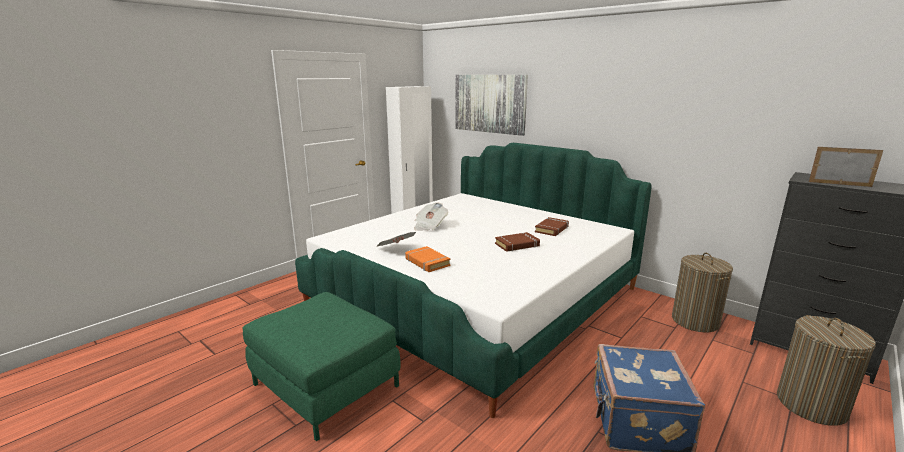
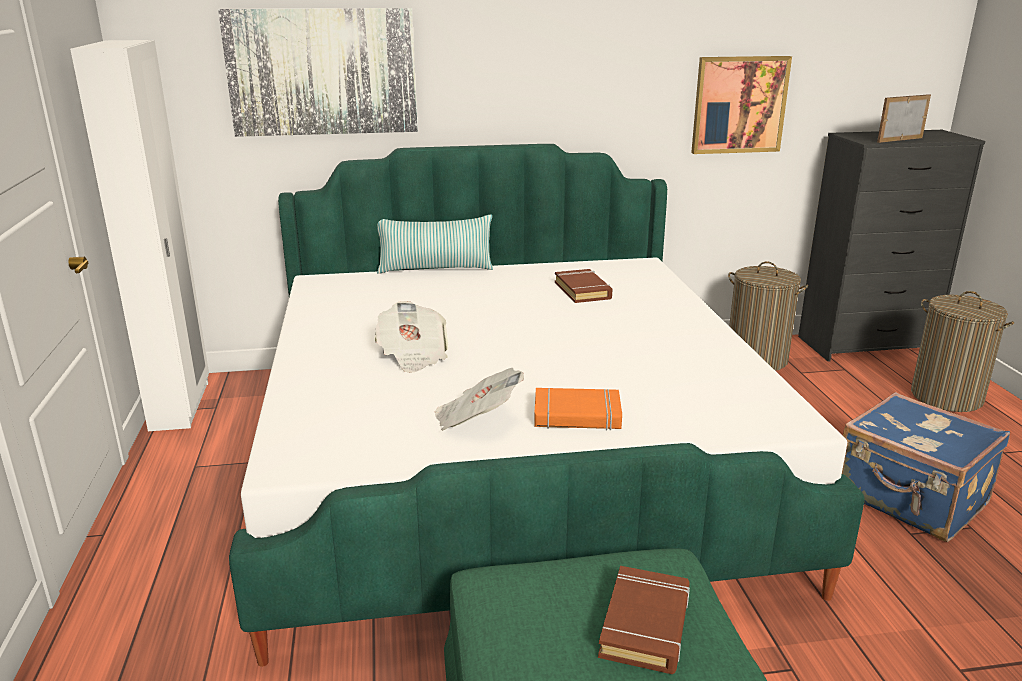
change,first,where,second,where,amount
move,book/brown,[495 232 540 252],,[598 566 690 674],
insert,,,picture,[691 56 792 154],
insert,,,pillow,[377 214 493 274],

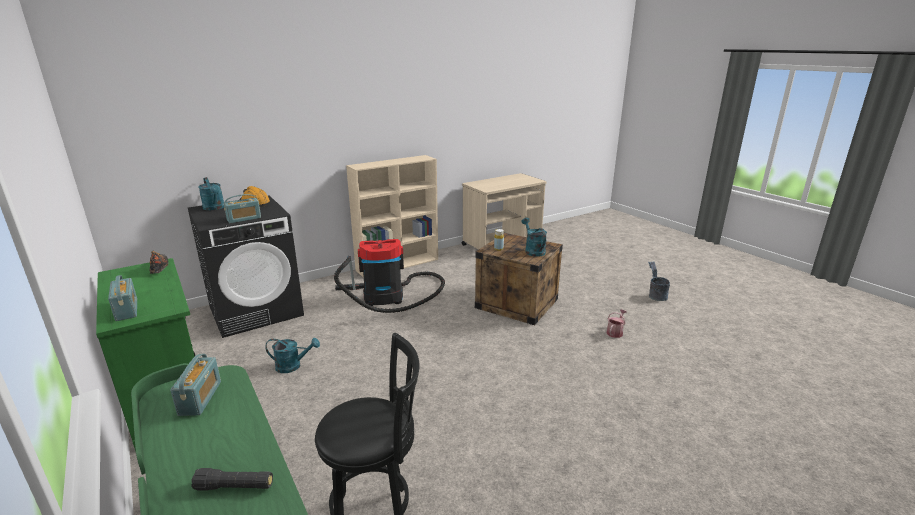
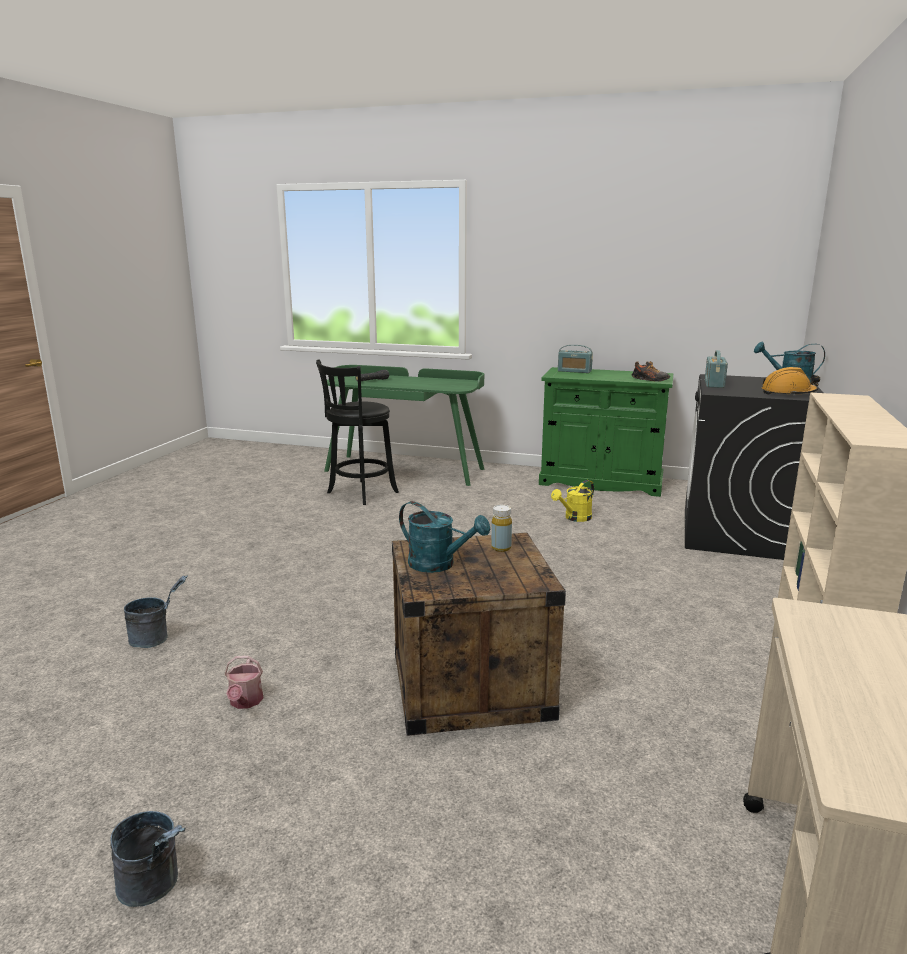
change,first,where,second,where,amount
delete,vacuum cleaner,[334 239 445 313],,,
recolor,watering can/turquoise,[265 338 320 373],watering can/yellow,[551 480 594 522],
delete,radio,[170 354 221 416],,,
insert,,,bucket/grey,[124 576 188 648],

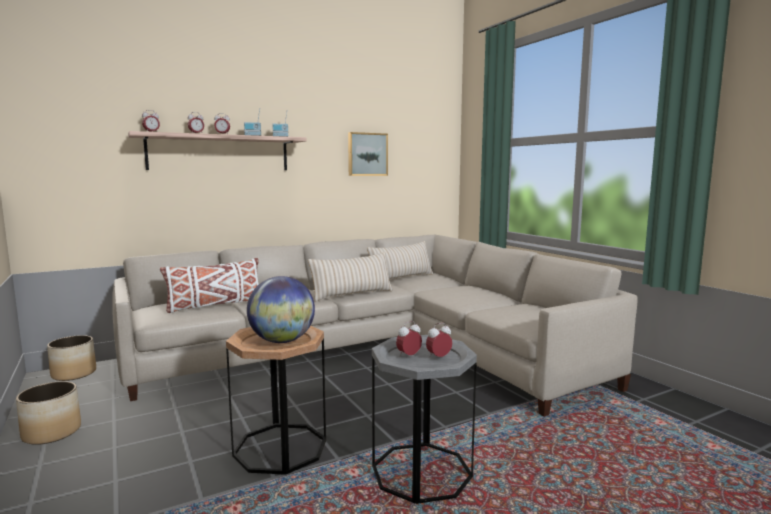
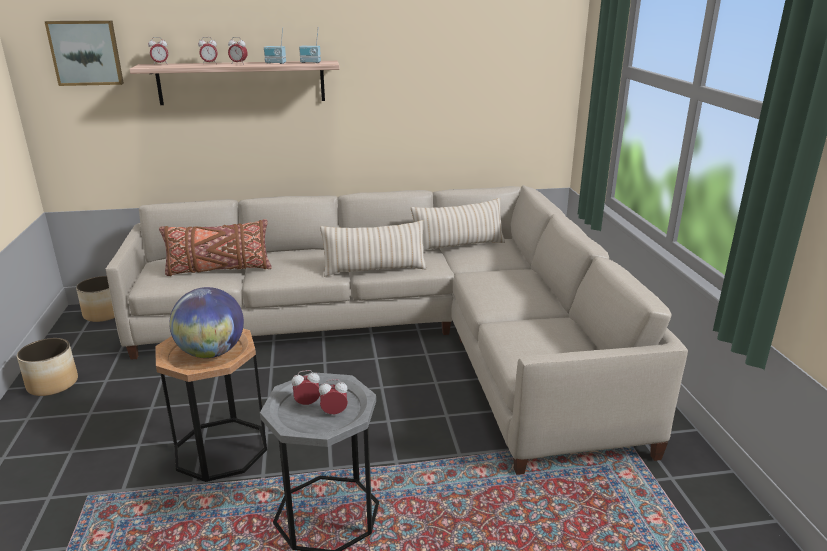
change,first,where,second,where,amount
move,picture,[348 132 388 176],,[44 20 124 86],
recolor,pillow/white,[160 258 259 313],pillow/brown,[159 219 272 276],

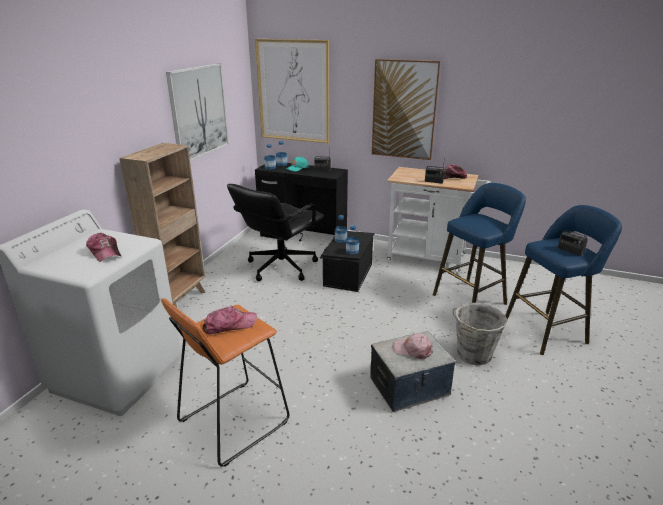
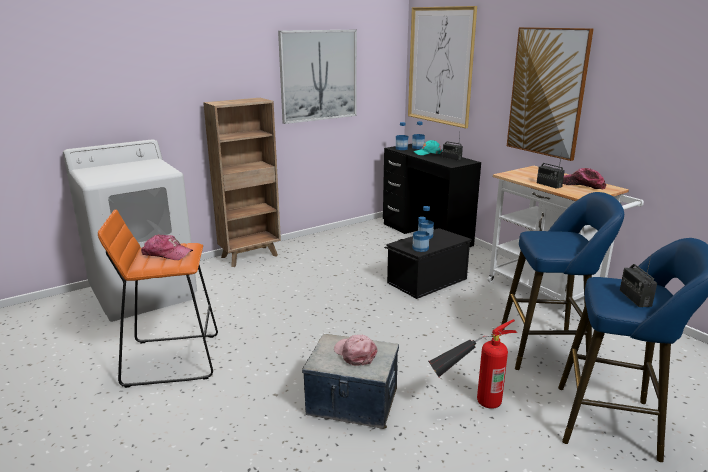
change,first,where,second,where,amount
delete,office chair/black,[227 184 324 281],,,
delete,cap,[86 233 121 262],,,
replace,bucket/grey,[453 303 507 365],fire extinguisher,[428 319 517 409],

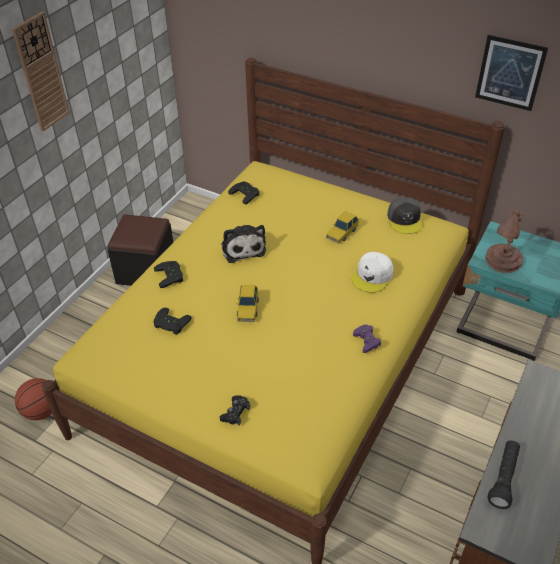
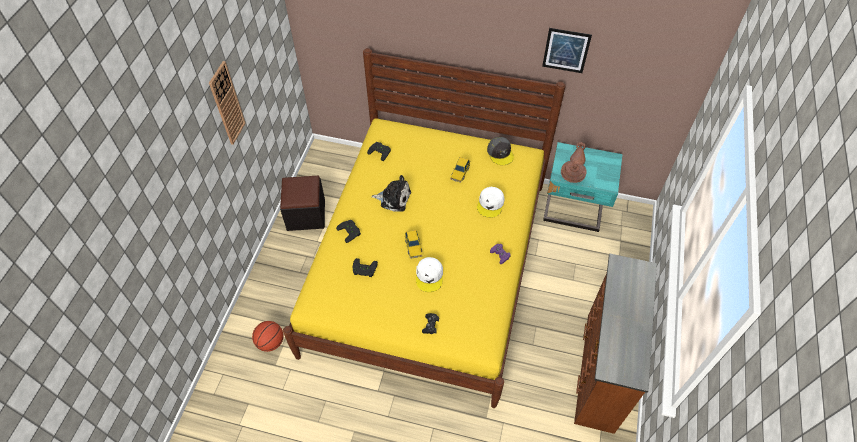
change,first,where,second,where,amount
rotate,plush toy,[221 225 266 263],,[371 175 411 212],45 degrees counterclockwise
delete,flashlight/black,[488 441 520 509],,,
insert,,,cap/white,[416 257 443 292],

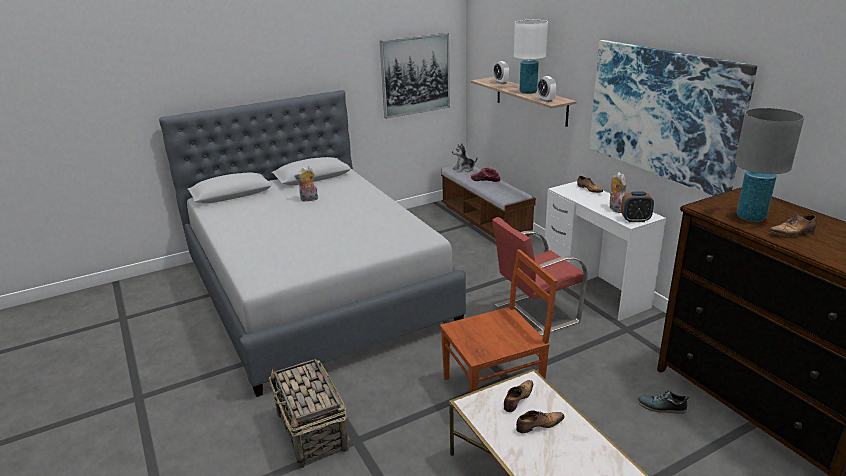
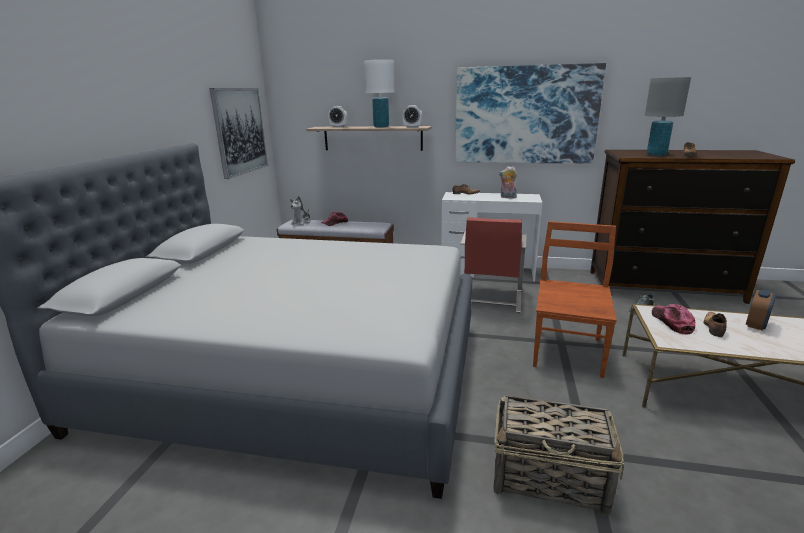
change,first,where,second,where,amount
delete,plush toy,[294 166 318 202],,,
move,alarm clock,[621 191 654 222],,[746 289 777 331],
replace,shoe,[504 380 533 412],cap,[652 304 695 335],

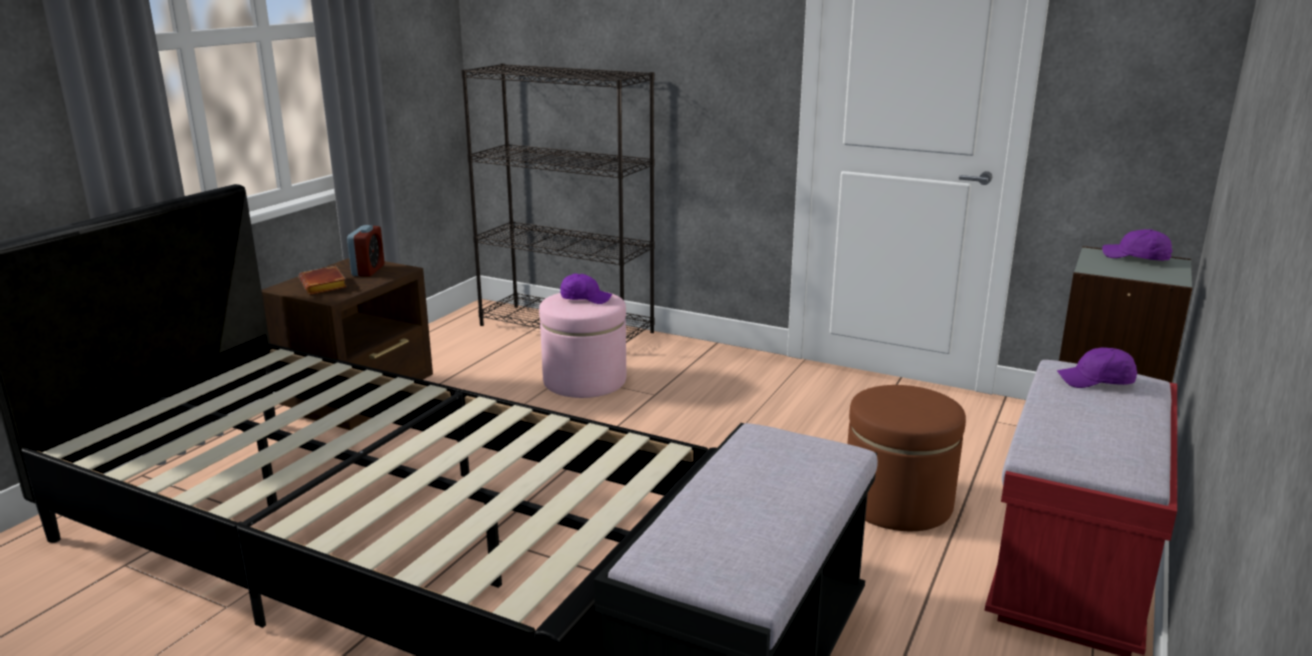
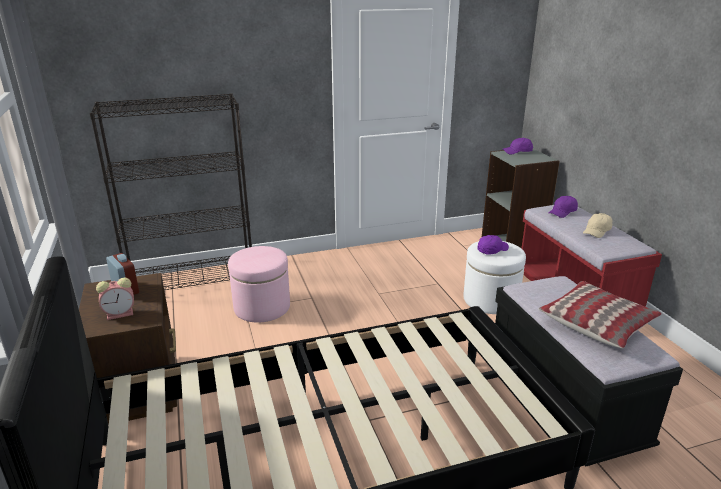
change,first,where,second,where,amount
replace,book/brown,[299 266 347 295],alarm clock,[96 278 134 320],
move,cap/purple,[560 274 612 304],,[478 235 509 255],
recolor,ottoman/brown,[847 385 966 531],ottoman/white,[463 241 526 314],
insert,,,cap/beige,[583 213 612 238],
insert,,,pillow,[539 281 662 349],

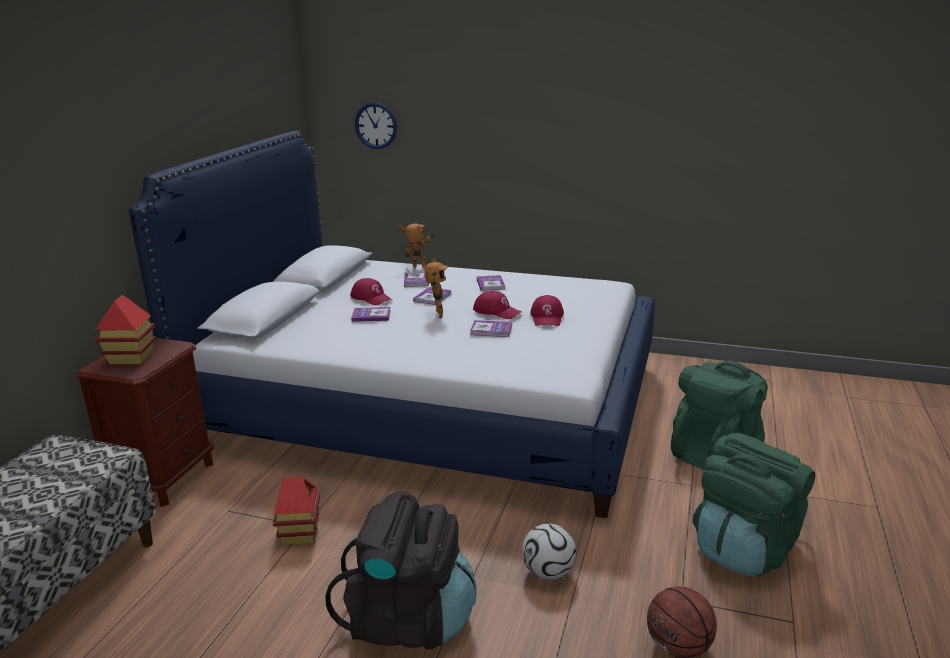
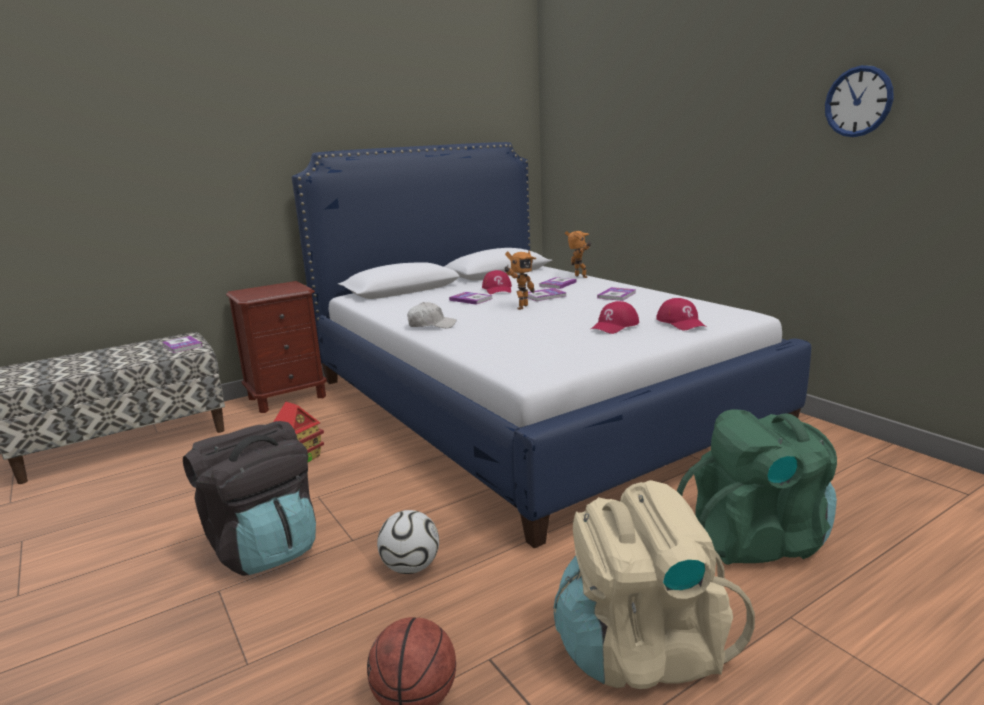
change,first,where,second,where,amount
move,wall clock,[355 102 397 149],,[825 65 893 137],
move,cap/red,[473 291 521 319],,[657 298 705 330],
delete,toy house,[95 295 156 364],,,
move,book,[470 320 512 337],,[162 336 203 353],
recolor,backpack/green,[693 433 815 577],backpack/beige,[554 480 755 689],
insert,,,cap/white,[407 302 456 328],

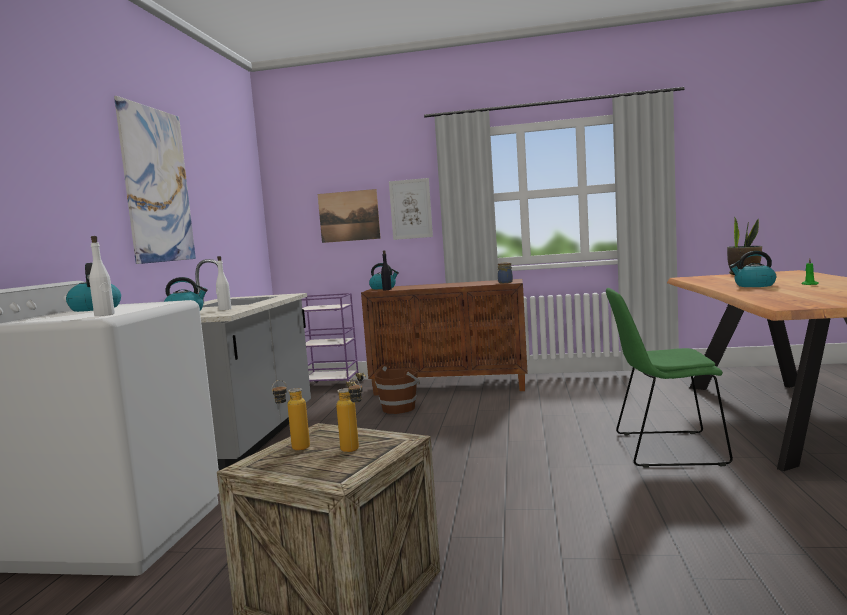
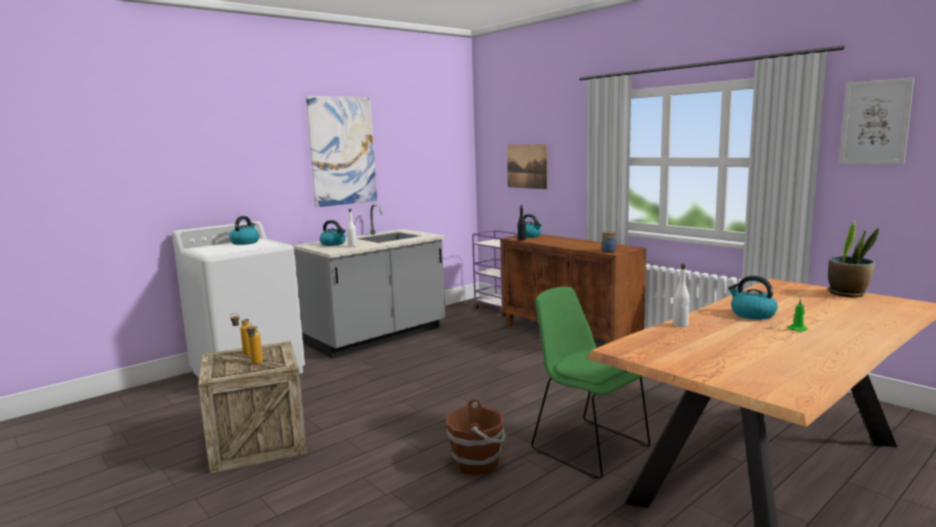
change,first,where,second,where,amount
move,picture,[389 178 433 240],,[839 78 914 164],
move,bottle/white,[89 236 115 316],,[673 264 690 327],
move,bucket/brown,[374 365 420 414],,[447 399 506 475],

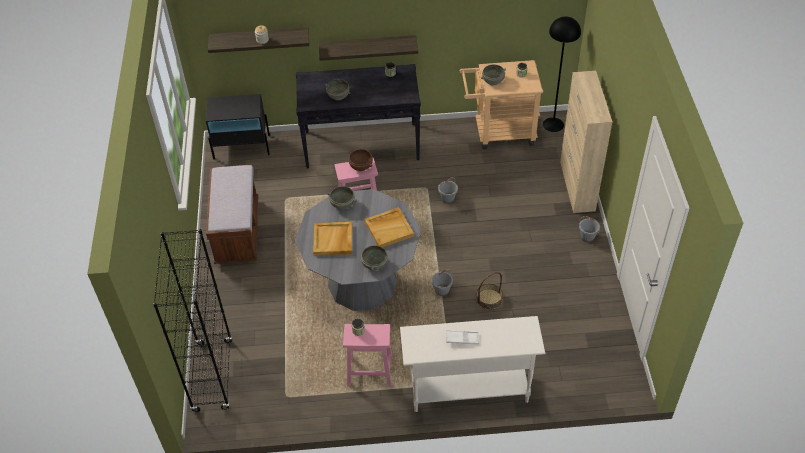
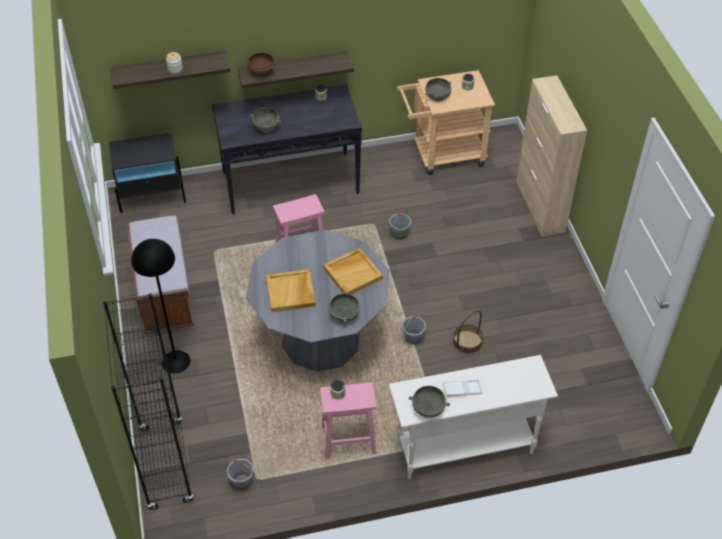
change,first,where,second,where,amount
move,floor lamp/black,[543 16 581 132],,[131 239 190 374],
move,bowl/brown,[349 149 373 171],,[247 53 275 77],
move,bowl/grey,[328 186 357 210],,[409 386 450 418],
move,bucket/grey,[579 216 600 242],,[227 459 254 489],

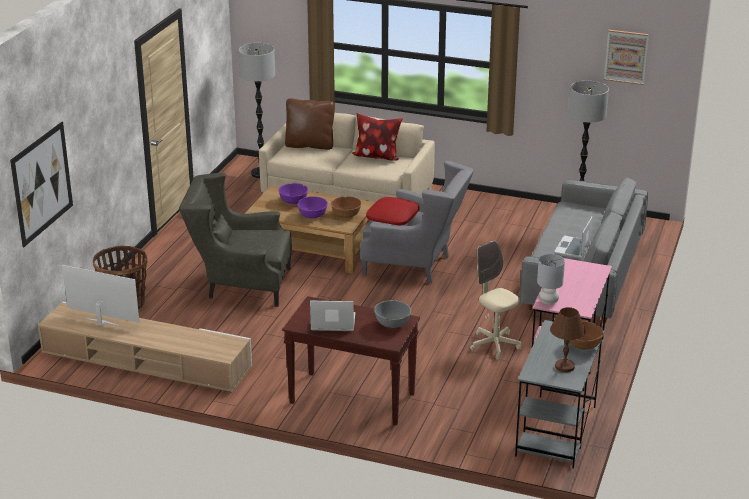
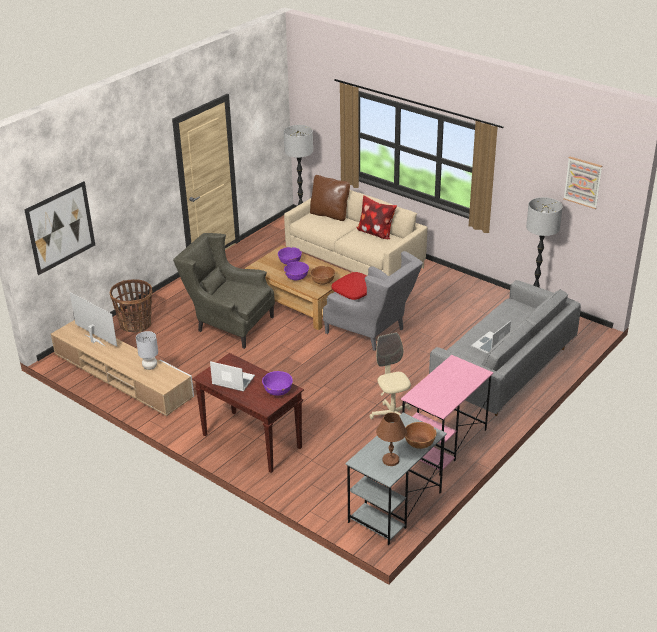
change,first,where,second,where,amount
move,table lamp/grey,[537 254 565 305],,[136 331 158 370],
recolor,bowl/grey,[374 300 411 328],bowl/purple,[262 371 293 396],

